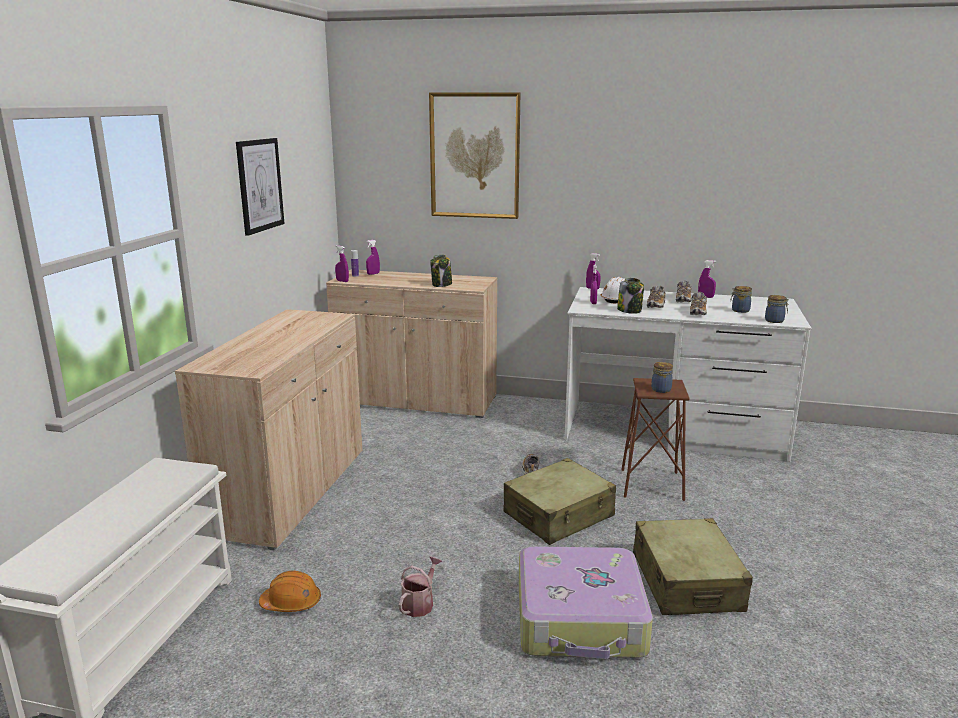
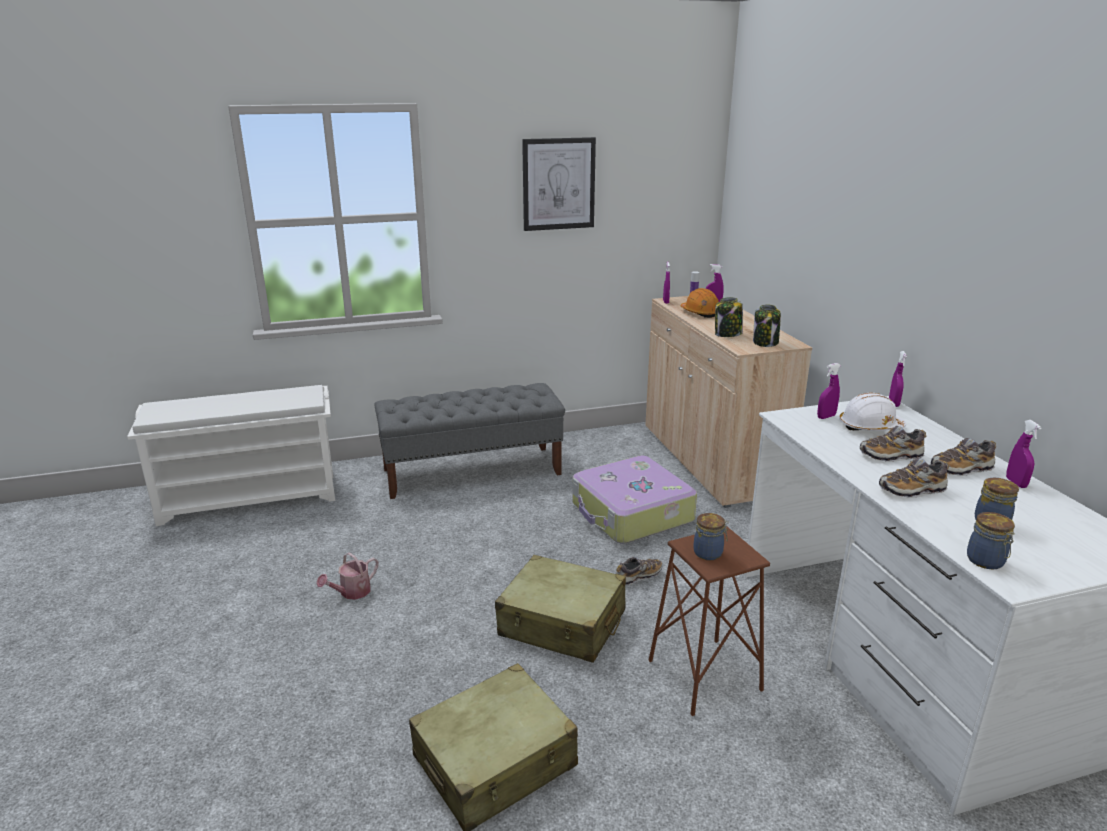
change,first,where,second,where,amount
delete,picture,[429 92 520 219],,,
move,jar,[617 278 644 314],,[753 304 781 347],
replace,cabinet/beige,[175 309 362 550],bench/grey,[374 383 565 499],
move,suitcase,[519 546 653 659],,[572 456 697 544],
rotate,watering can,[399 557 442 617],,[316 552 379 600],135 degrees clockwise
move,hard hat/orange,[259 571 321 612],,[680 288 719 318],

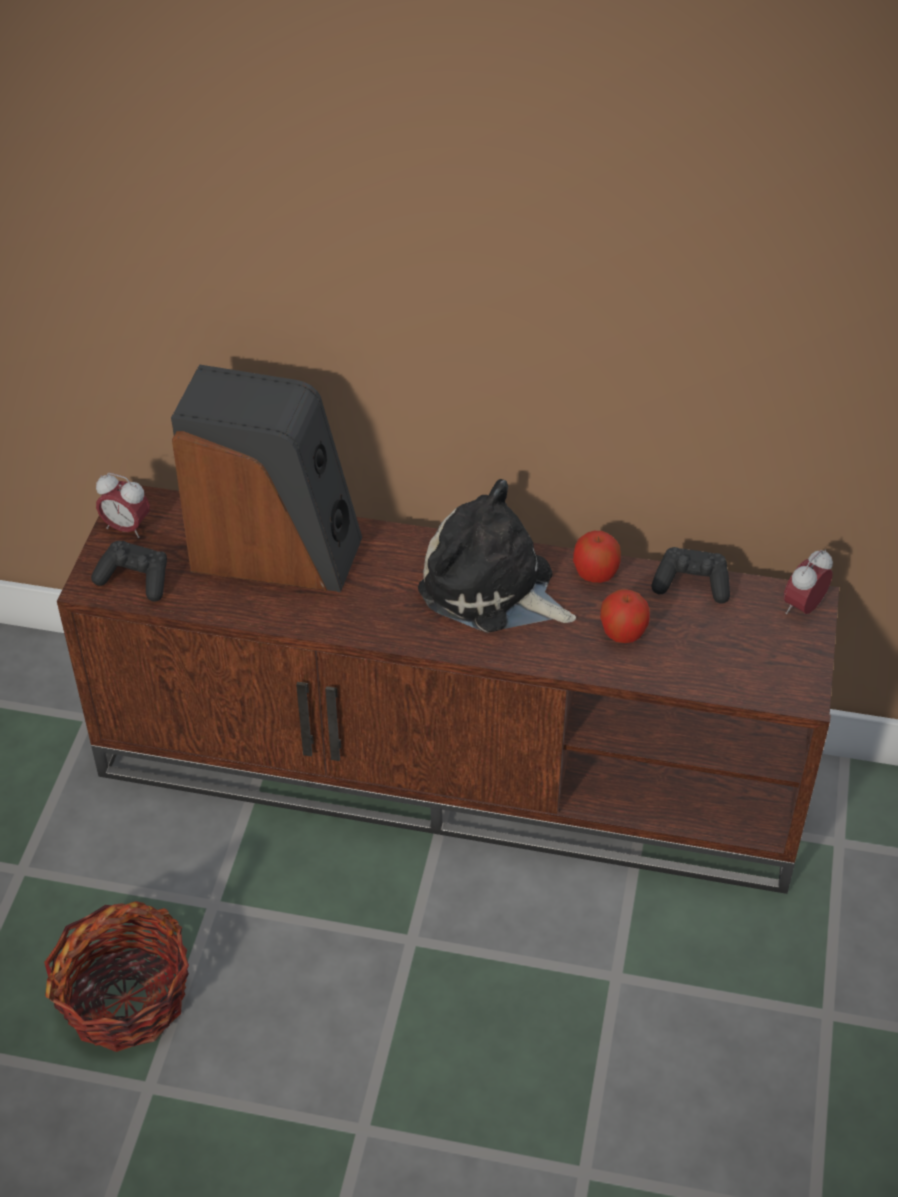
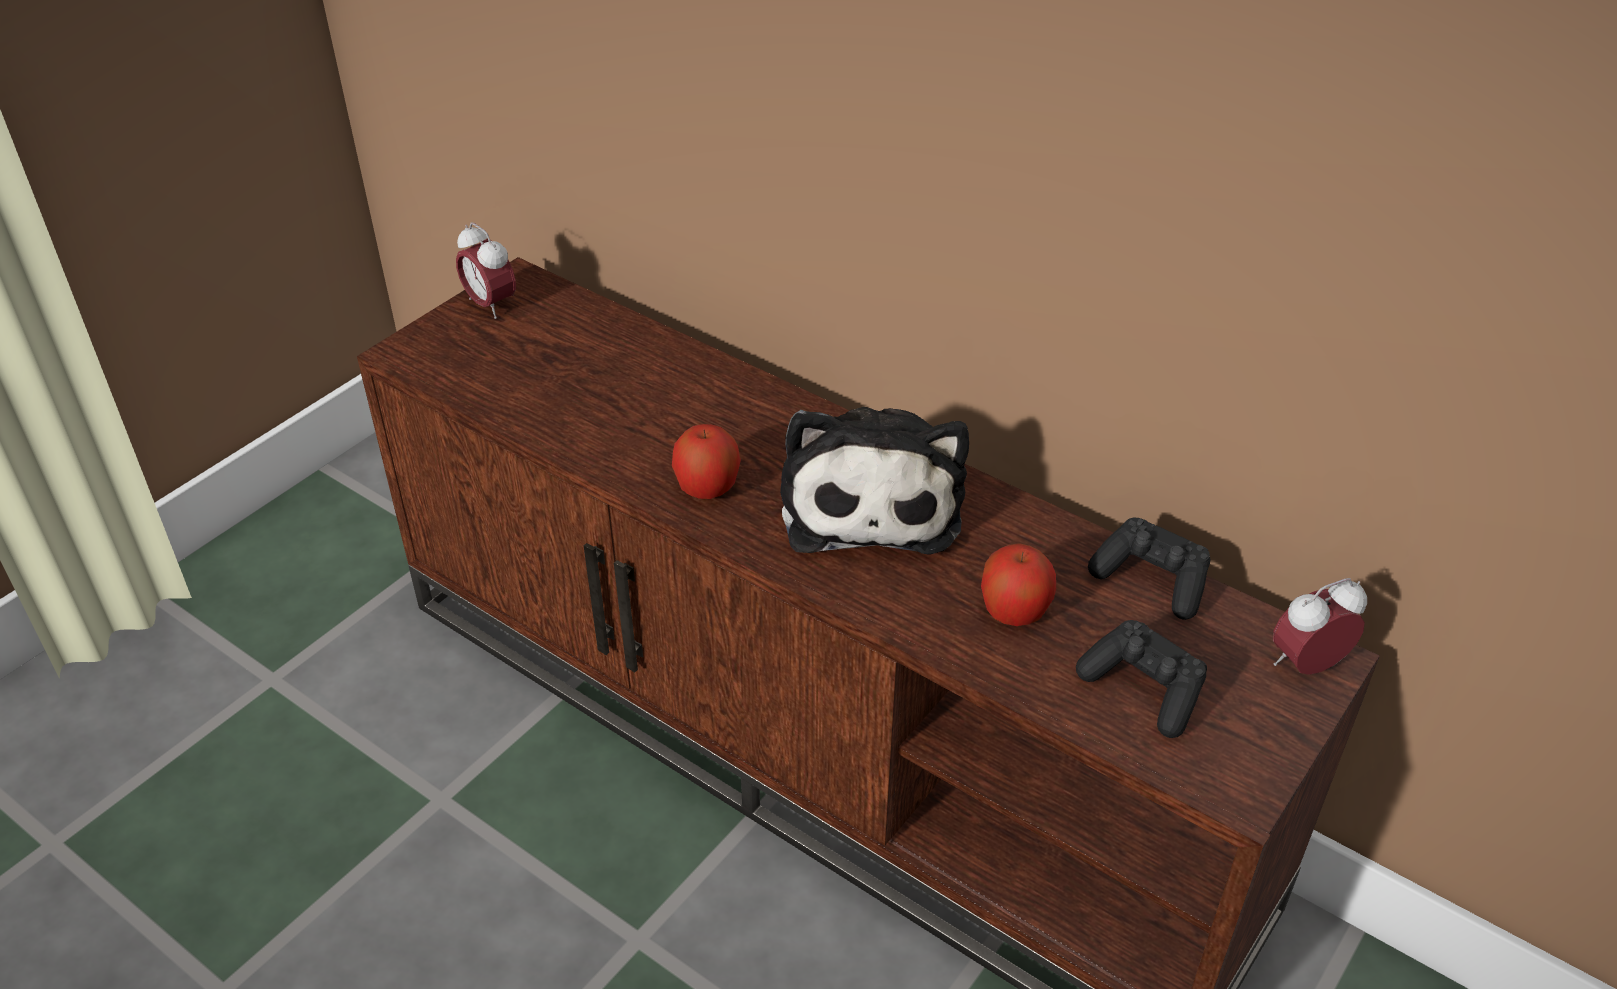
change,first,where,second,where,amount
delete,speaker,[171 364 362 592],,,
rotate,plush toy,[418 479 576 633],,[780 407 969 555],150 degrees counterclockwise
move,apple,[573 531 621 583],,[672 424 741 499],
move,game controller/black,[91 541 167 602],,[1076 620 1207 738],
delete,basket,[44 901 189 1052],,,

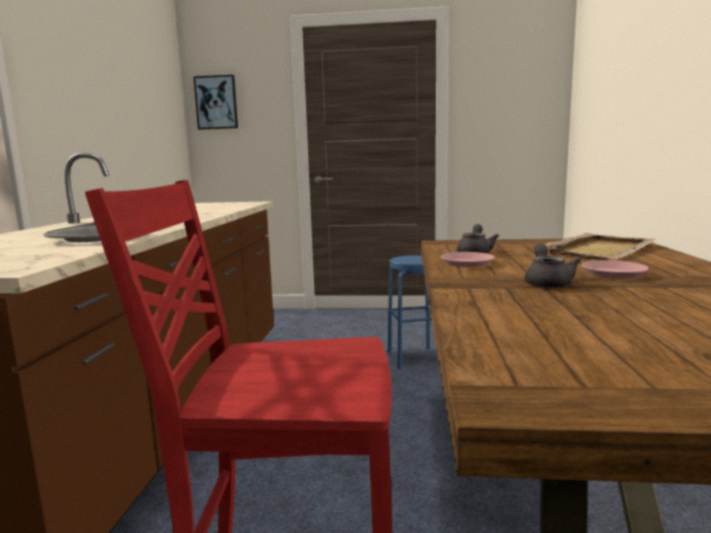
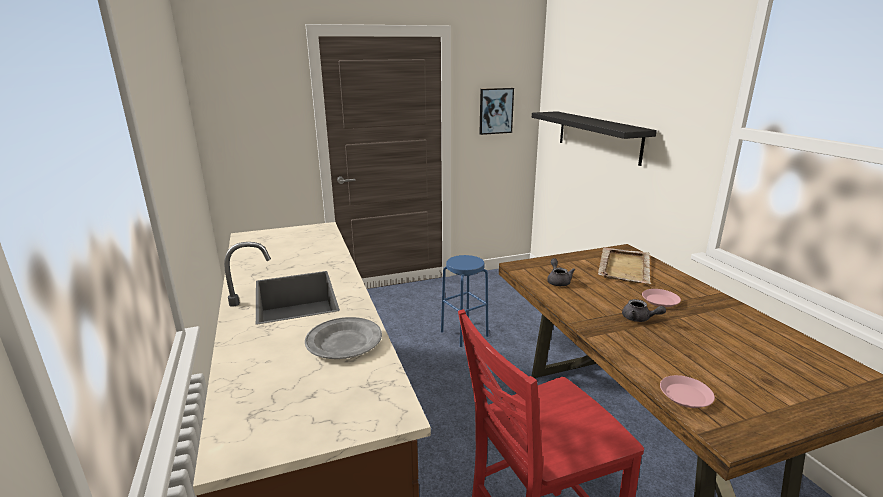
change,first,where,second,where,amount
move,picture,[193 75 238 130],,[479 88 514 135],
rotate,teapot/grey,[525 244 582 288],,[622 299 666 322],150 degrees clockwise
move,plate/pink,[441 252 495 267],,[660 375 715 408],
insert,,,shelf/black,[532 111 657 166],

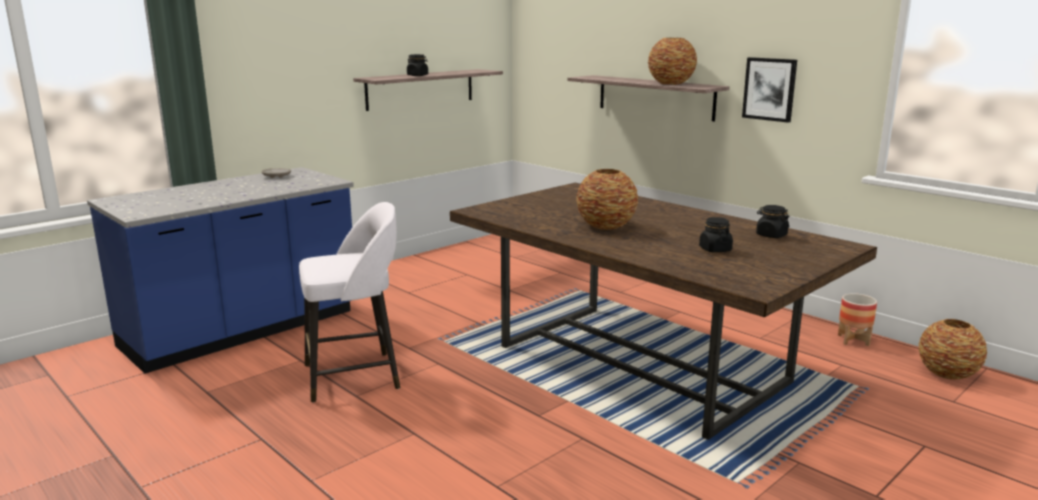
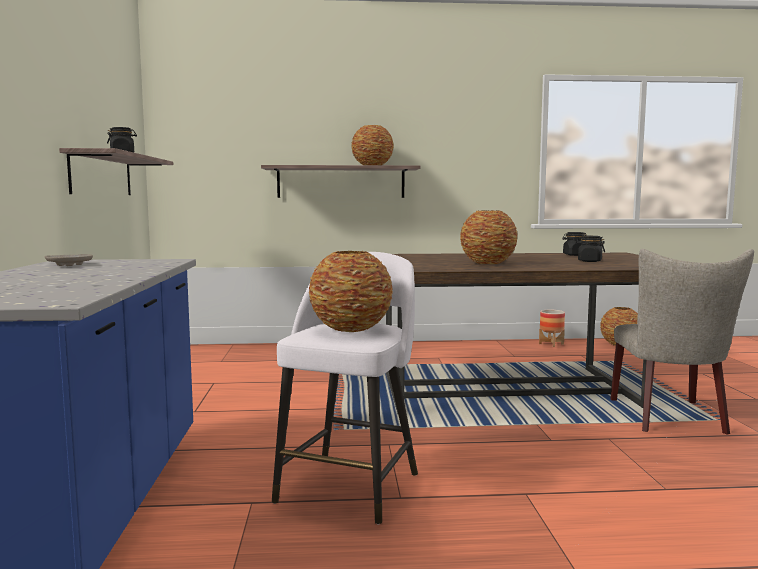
change,first,where,second,where,amount
delete,picture,[742 57 797 123],,,
insert,,,chair/beige,[610 249 754 435],
insert,,,vase,[308 251 393 332],

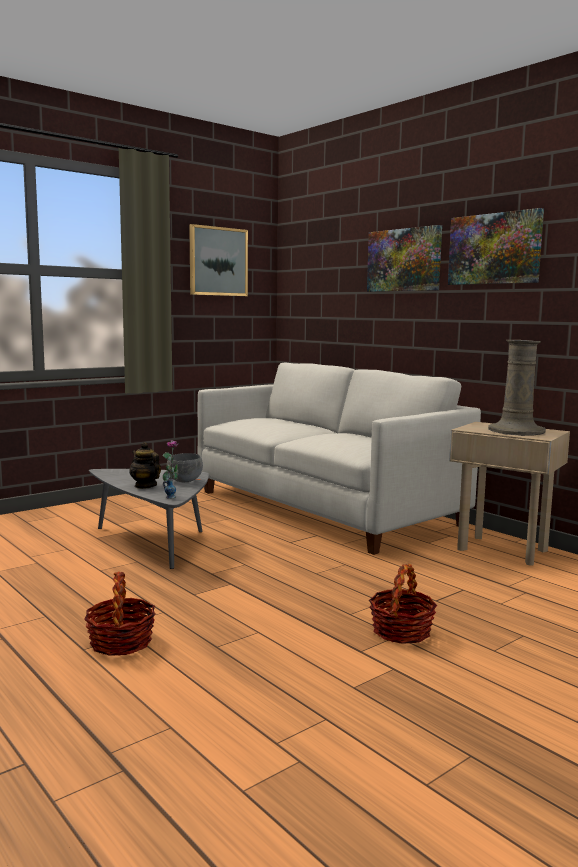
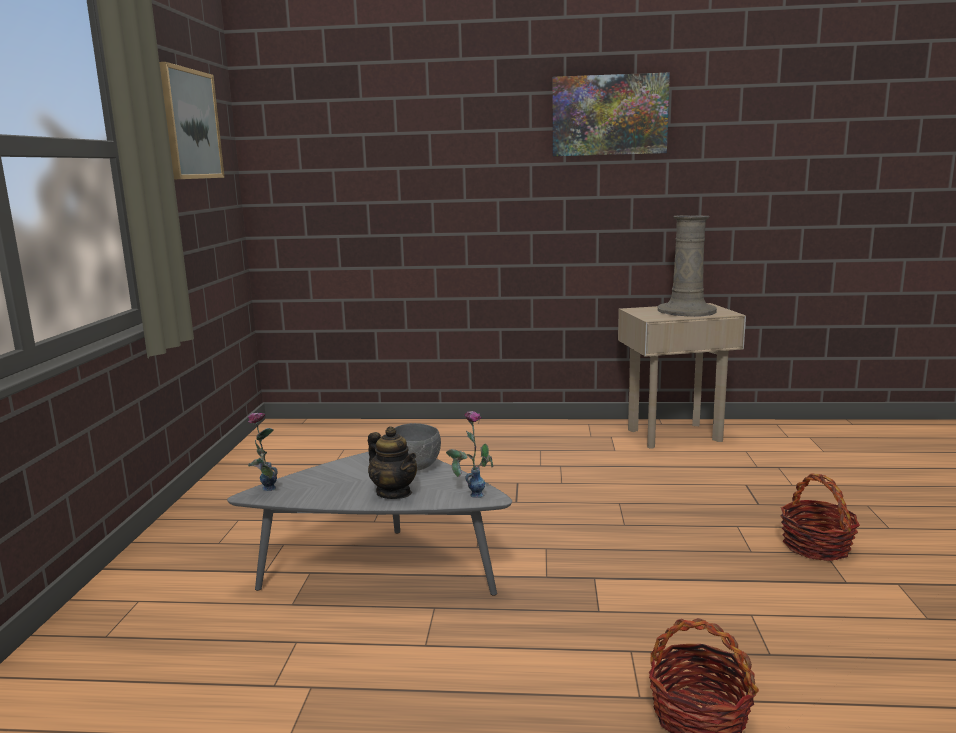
change,first,where,second,where,amount
delete,picture,[367 225 442 292],,,
delete,sofa/white,[197 363 481 555],,,
rotate,teapot,[129 442 161 489],,[368 426 417 499],135 degrees counterclockwise
insert,,,vase,[248 413 278 491],

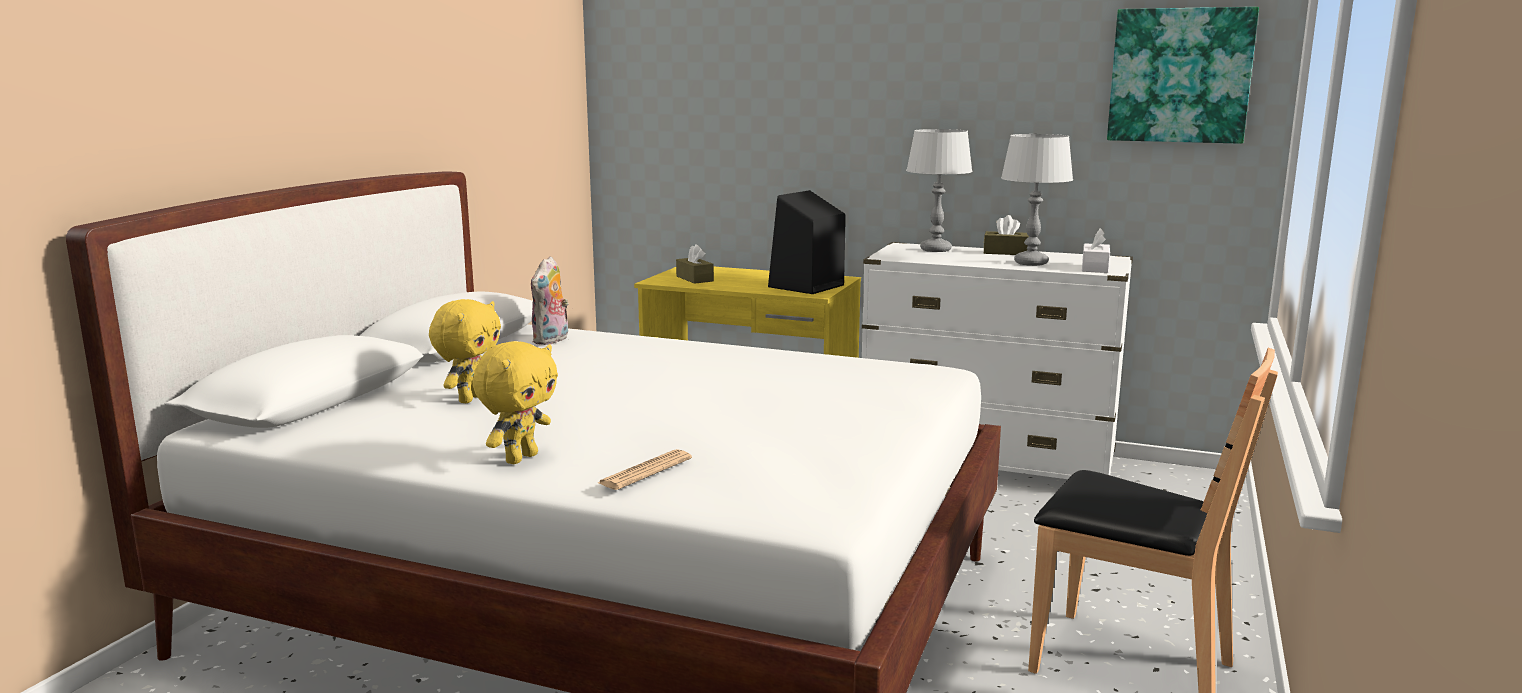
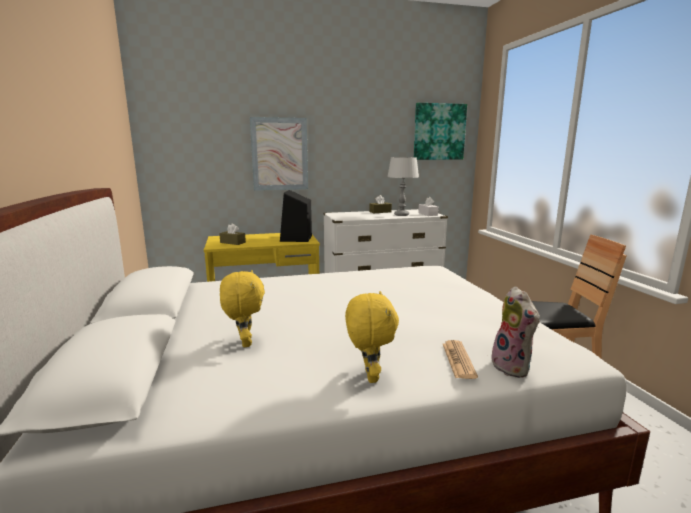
change,first,where,second,where,amount
delete,table lamp/grey,[906 129 973 252],,,
move,plush toy,[531 256 569 345],,[491 286 540 378],
insert,,,picture,[250 117 308 191],

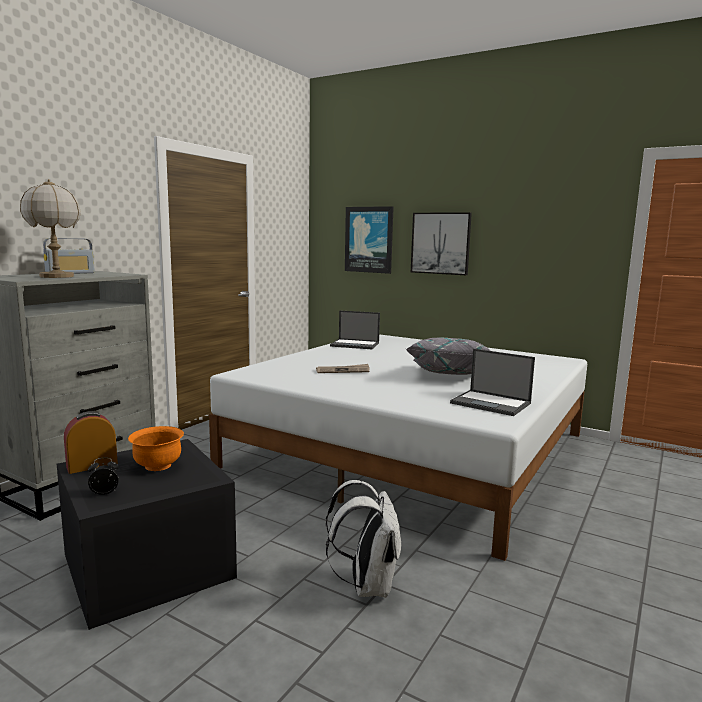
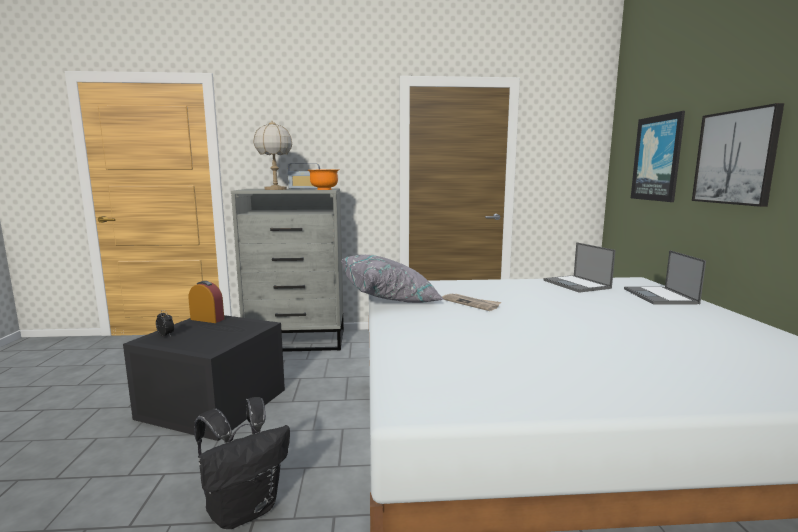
change,first,where,second,where,amount
move,pillow/grey,[406 338 490 375],,[341 255 444 303],
move,laptop,[450 349 535 416],,[624 250 706 304],
move,bowl/orange,[128 426 184 471],,[308 169 339 190],
recolor,backpack/white,[326 480 401 598],backpack/black,[194 397 290 529],

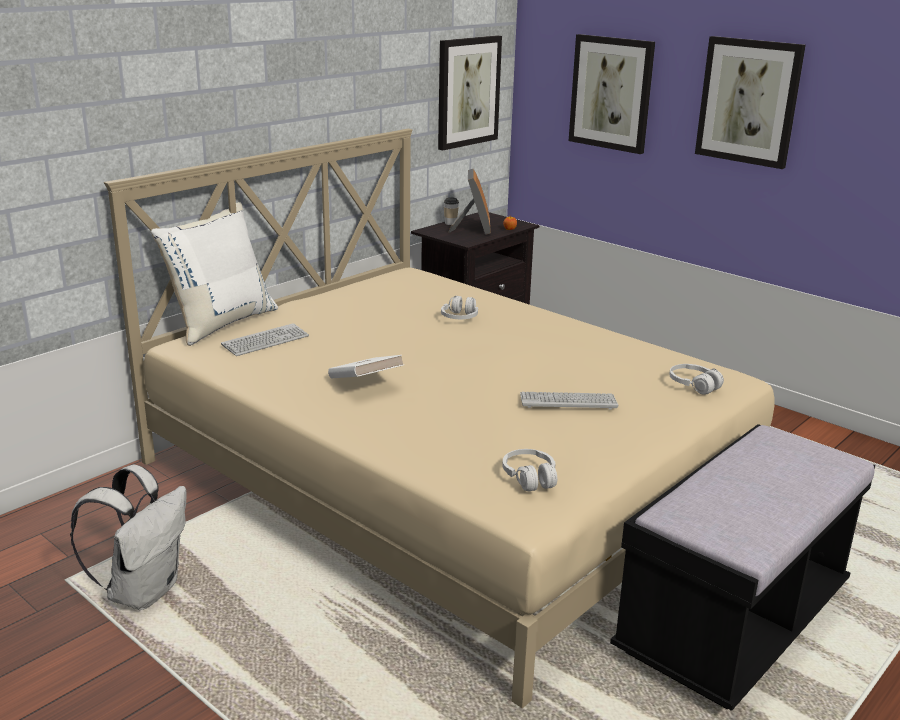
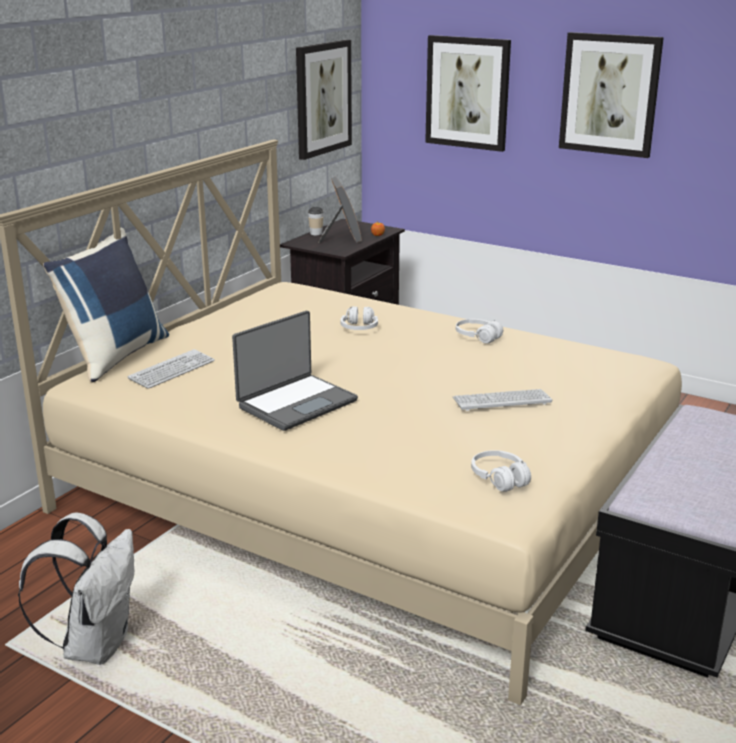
change,first,where,second,where,amount
recolor,pillow/white,[151 202 278 346],pillow/blue,[43 228 169 383],
replace,book/white,[328 355 404 378],laptop,[232 311 358 431],
move,headphones/white,[669 364 724 395],,[456 319 503 344],

